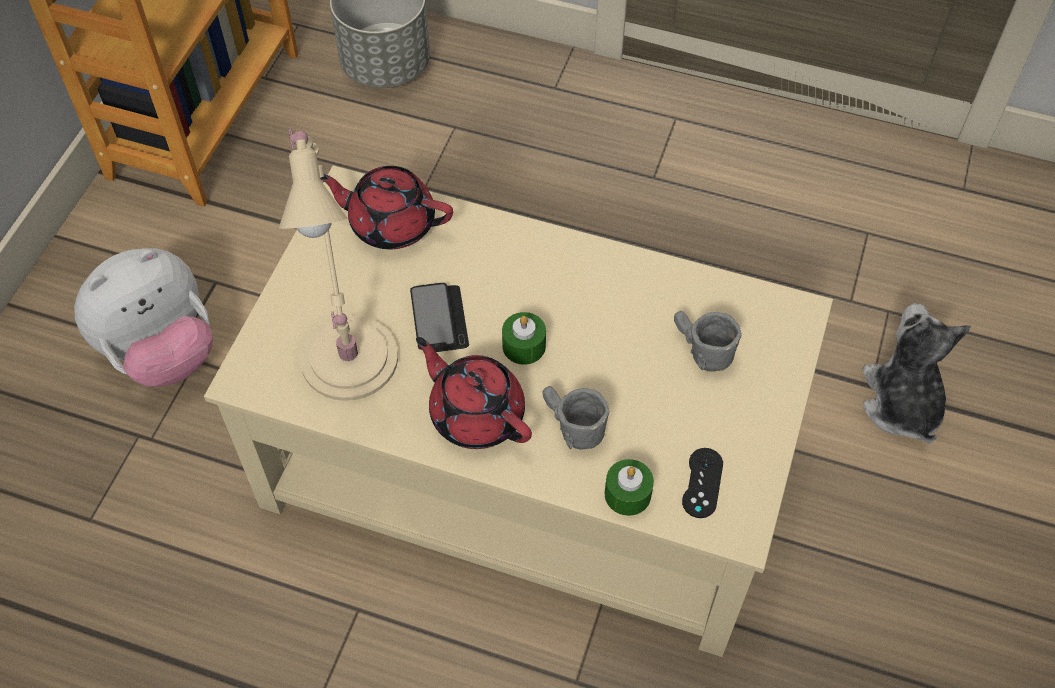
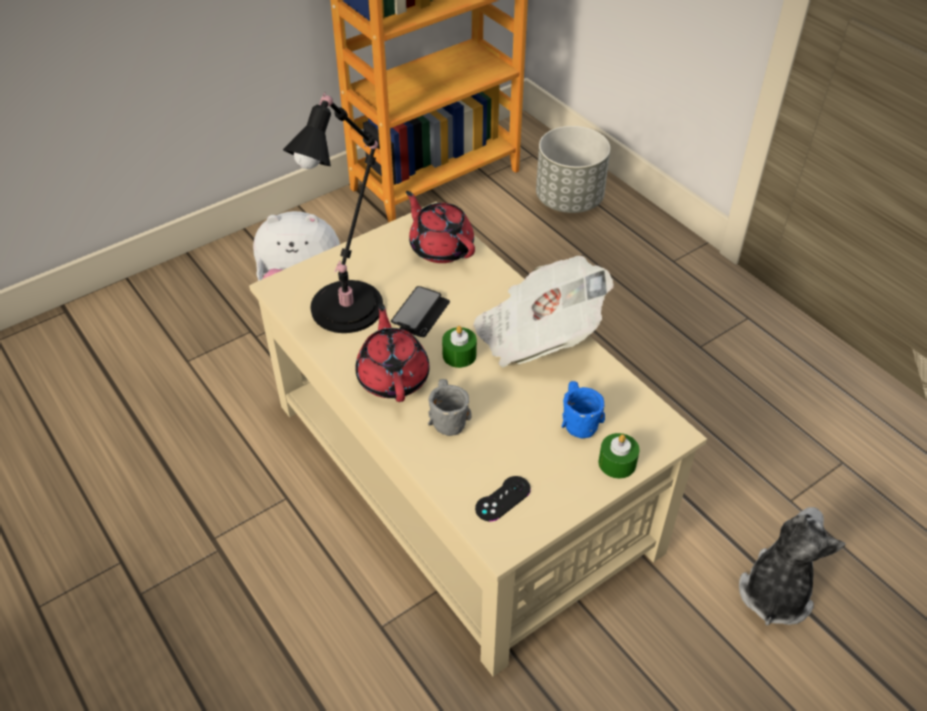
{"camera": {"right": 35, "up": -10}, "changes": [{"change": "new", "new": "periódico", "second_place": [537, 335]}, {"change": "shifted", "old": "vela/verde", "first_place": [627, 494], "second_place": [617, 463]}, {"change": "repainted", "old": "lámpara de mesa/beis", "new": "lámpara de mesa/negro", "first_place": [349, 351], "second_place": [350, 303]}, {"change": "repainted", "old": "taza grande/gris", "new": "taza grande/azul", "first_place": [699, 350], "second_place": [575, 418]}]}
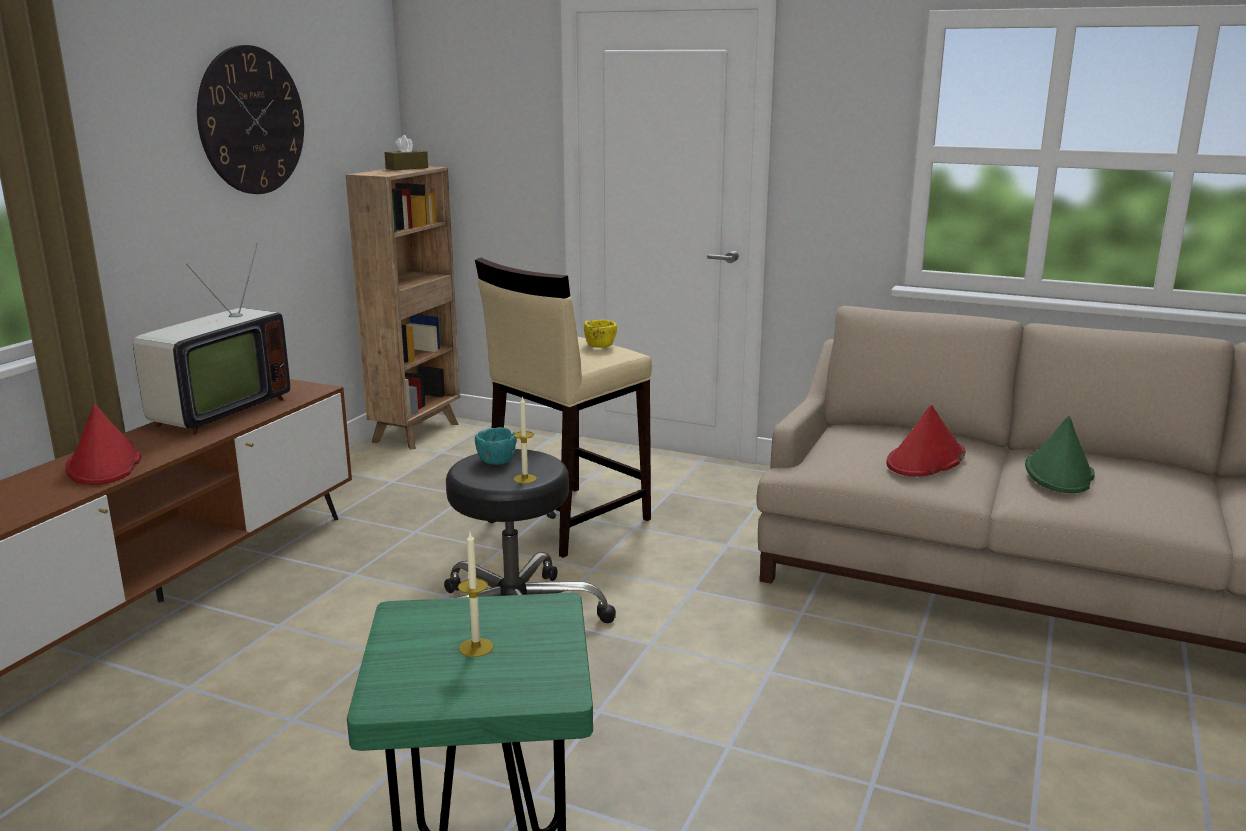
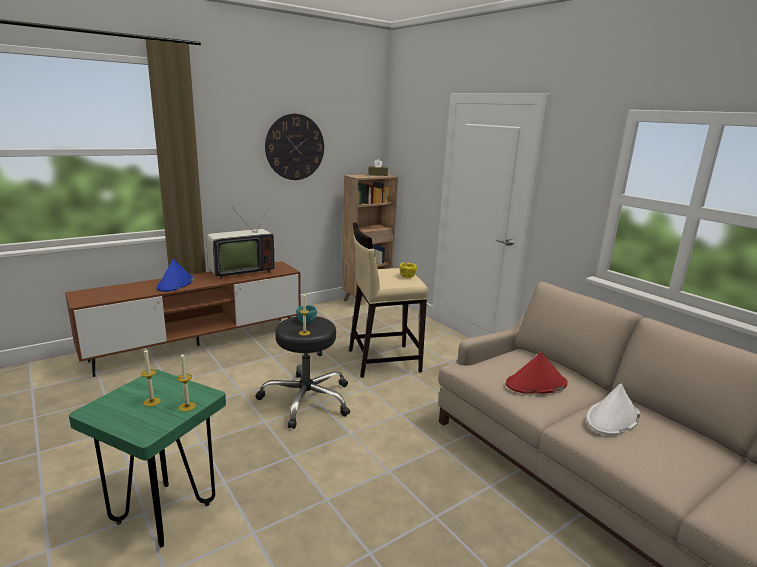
{"camera": {"right": 30, "up": 0}, "changes": [{"change": "new", "new": "vela", "second_place": [187, 406]}, {"change": "repainted", "old": "sombrero/rojo", "new": "sombrero/azul", "first_place": [104, 464], "second_place": [175, 284]}, {"change": "repainted", "old": "sombrero/verde", "new": "sombrero/blanco", "first_place": [1059, 473], "second_place": [612, 418]}]}
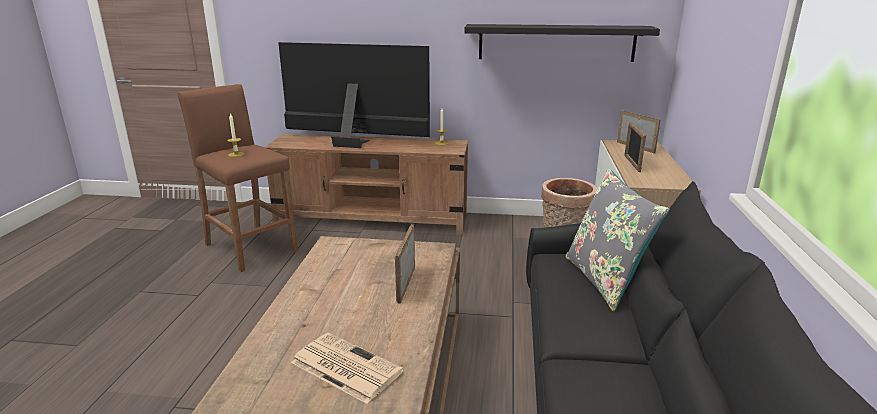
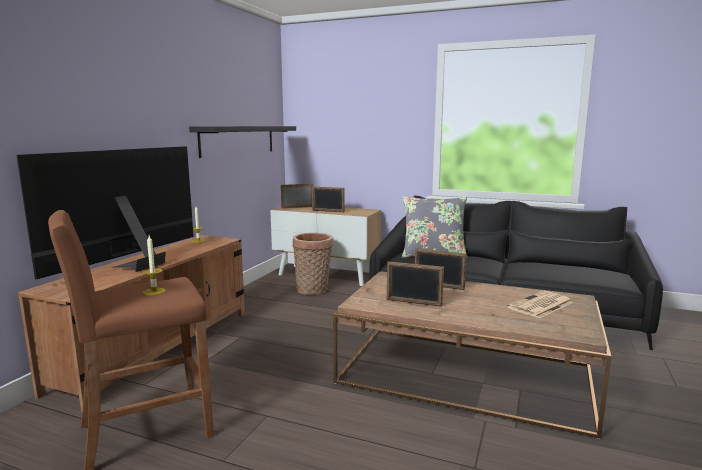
{"camera": {"right": -75, "up": -10}, "changes": [{"change": "new", "new": "portarretratos", "second_place": [413, 303]}]}
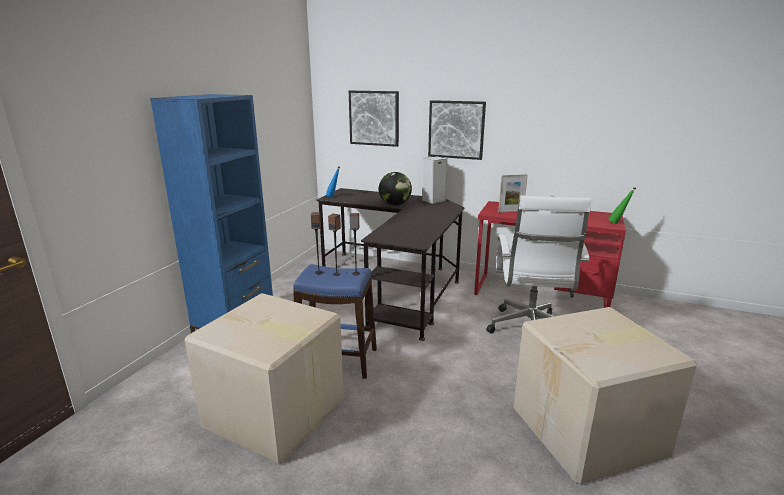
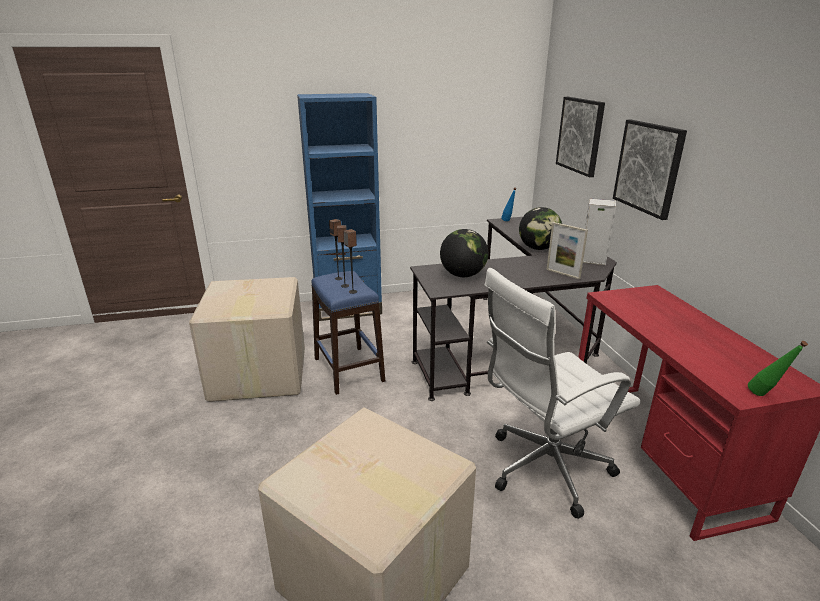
{"camera": {"right": 55, "up": 5}, "changes": [{"change": "new", "new": "globo terráqueo", "second_place": [462, 275]}, {"change": "shifted", "old": "portarretratos", "first_place": [511, 211], "second_place": [563, 274]}]}
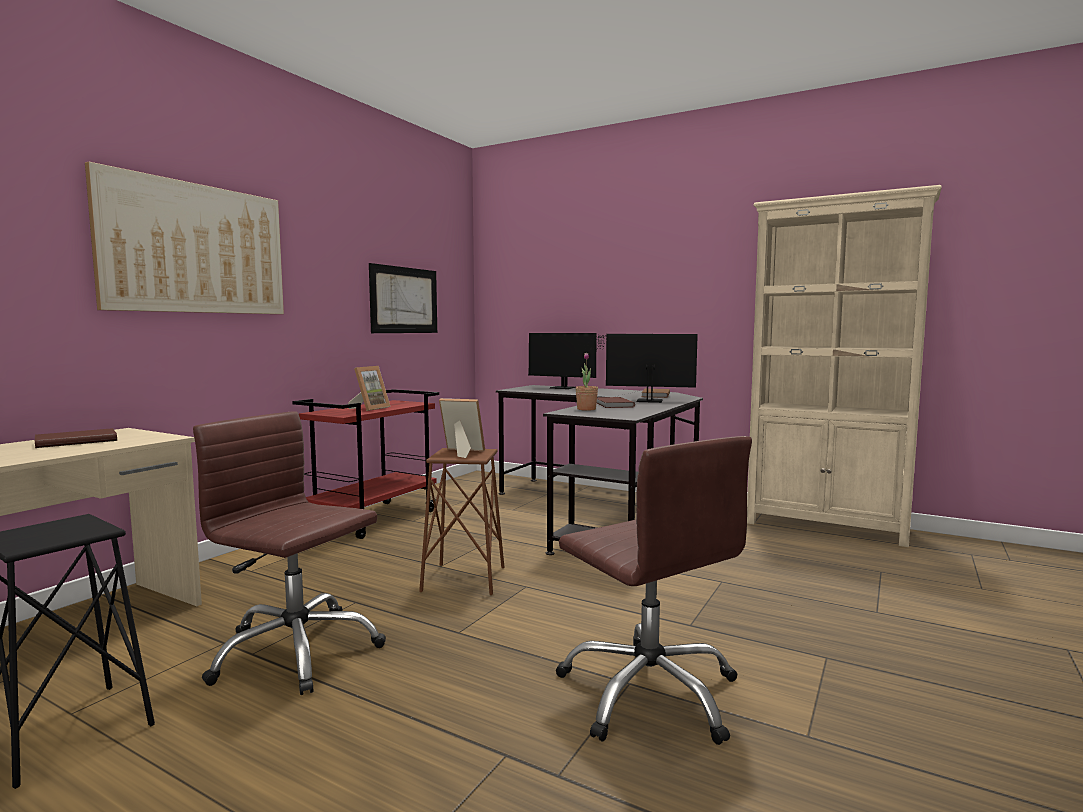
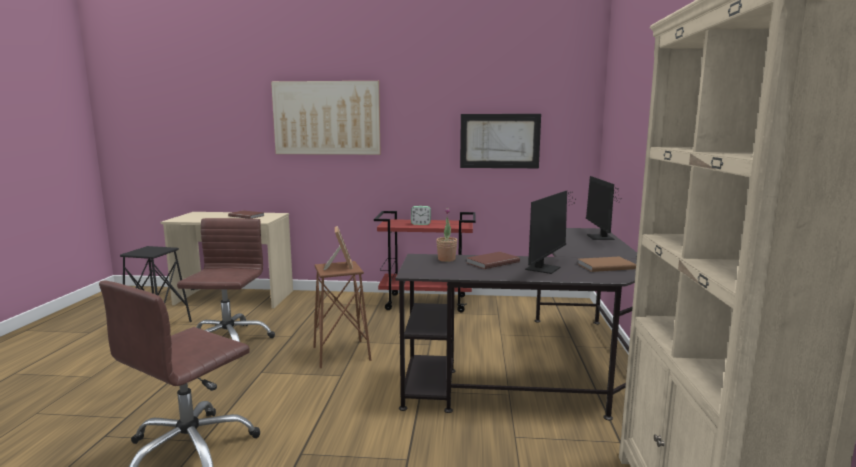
{"camera": {"right": 65, "up": 5}, "changes": [{"change": "swapped", "old": "portarretratos", "new": "despertador", "first_place": [369, 408], "second_place": [420, 224]}, {"change": "rotated", "old": "monitor", "first_place": [645, 400], "second_place": [546, 267], "degrees": 45}]}
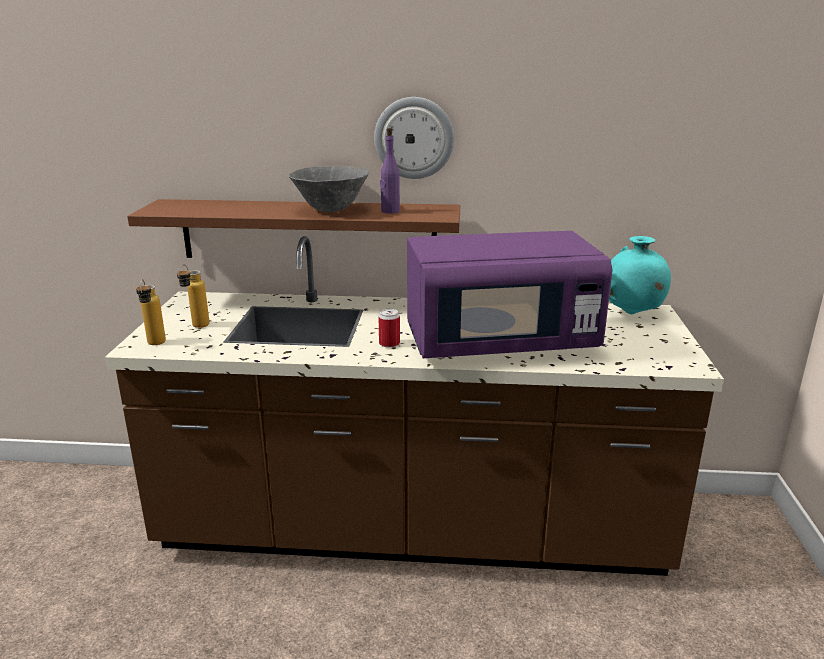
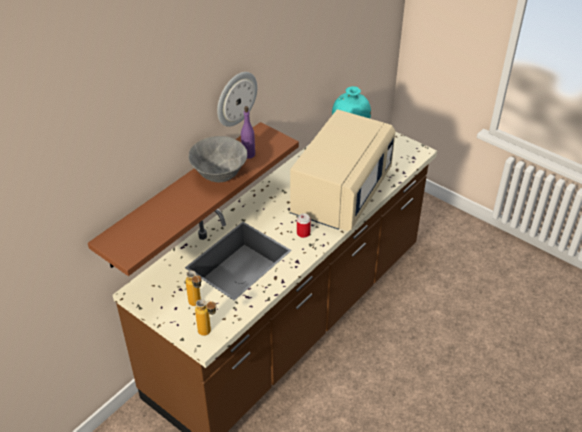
{"camera": {"right": -55, "up": 20}, "changes": [{"change": "repainted", "old": "microondas/morado", "new": "microondas/beis", "first_place": [499, 343], "second_place": [340, 194]}]}
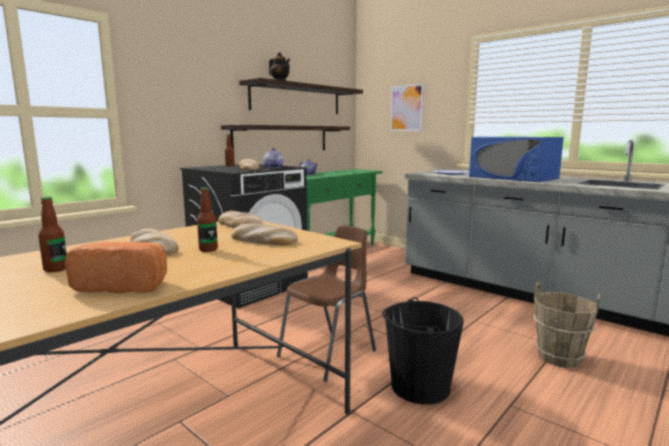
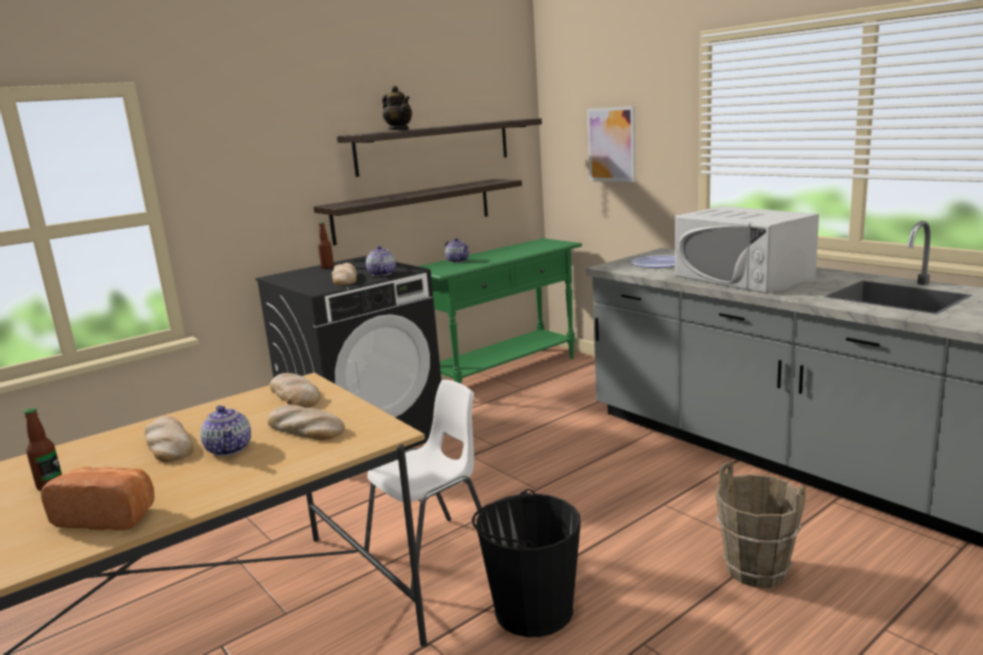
{"camera": {"right": 10, "up": 5}, "changes": [{"change": "swapped", "old": "botella", "new": "tetera", "first_place": [208, 249], "second_place": [229, 448]}, {"change": "repainted", "old": "silla/marrón", "new": "silla/blanco", "first_place": [329, 353], "second_place": [433, 554]}, {"change": "repainted", "old": "microondas/azul", "new": "microondas/blanco", "first_place": [513, 177], "second_place": [743, 277]}]}
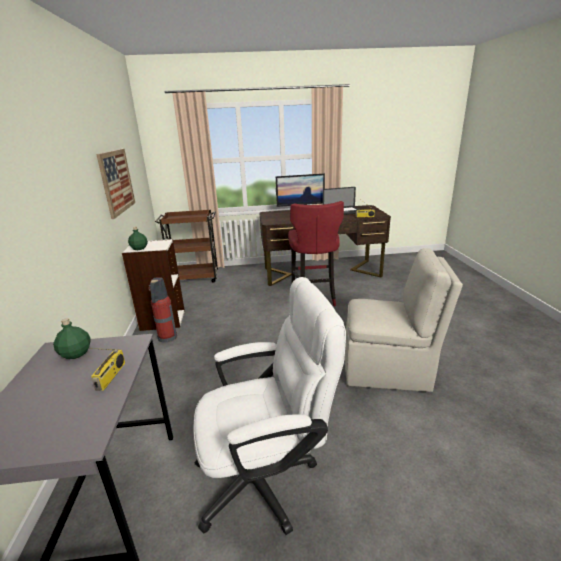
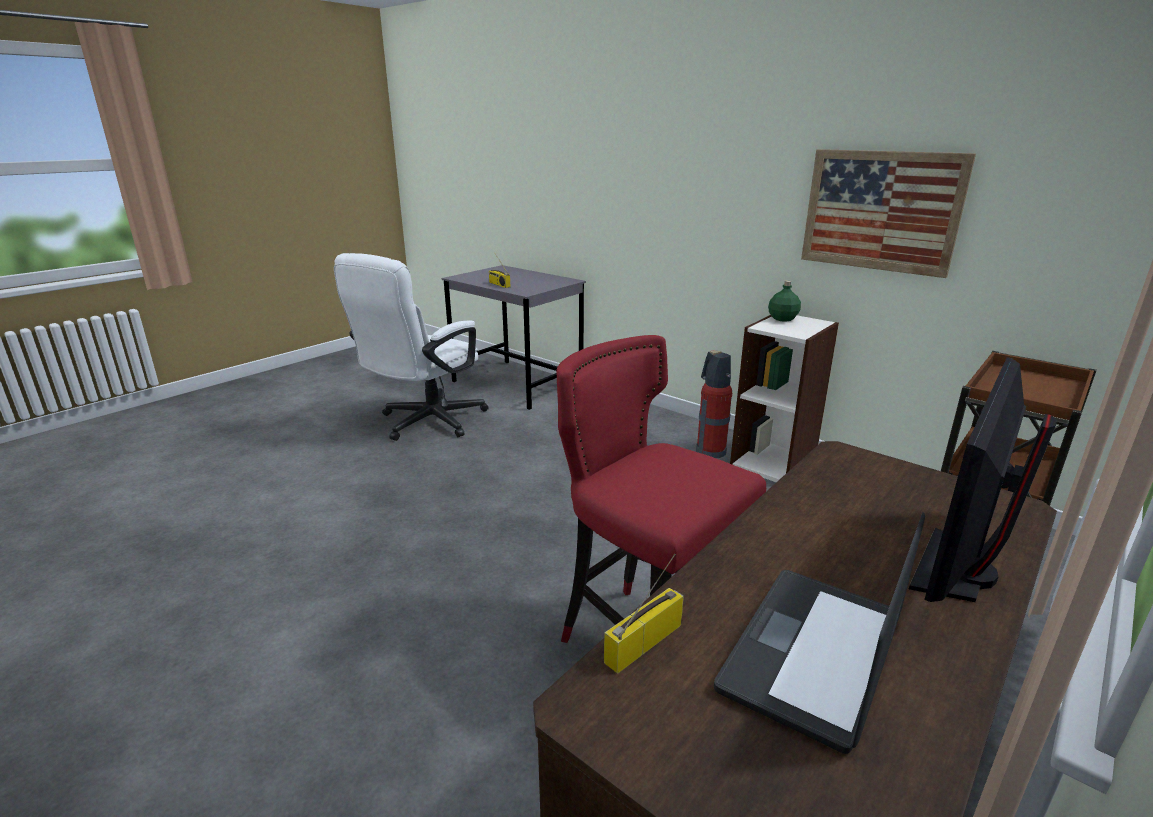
{"camera": {"right": 135, "up": 0}, "changes": [{"change": "gone", "old": "botella/verde", "first_place": [76, 353]}, {"change": "gone", "old": "silla/beis", "first_place": [388, 370]}]}
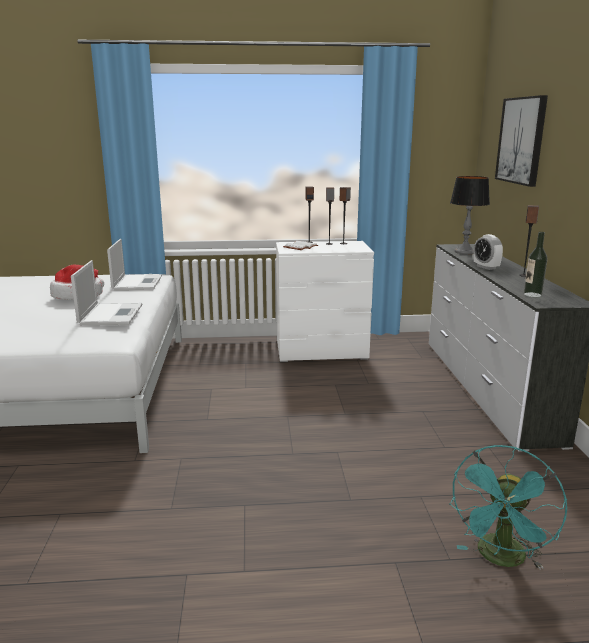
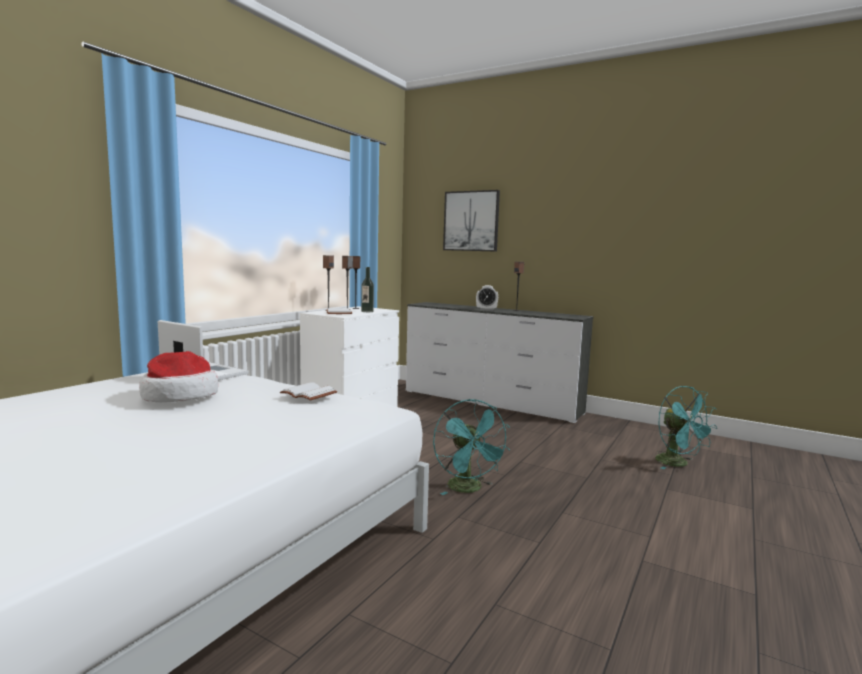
{"camera": {"right": -55, "up": -10}, "changes": [{"change": "gone", "old": "lámpara de mesa", "first_place": [464, 252]}, {"change": "new", "new": "ventilador/turquesa", "second_place": [469, 489]}, {"change": "shifted", "old": "botella", "first_place": [532, 295], "second_place": [367, 311]}, {"change": "swapped", "old": "portátil", "new": "libro/blanco", "first_place": [111, 314], "second_place": [307, 394]}]}
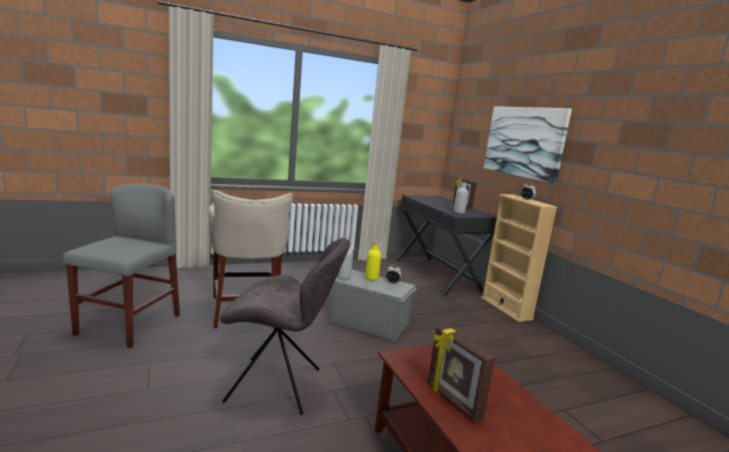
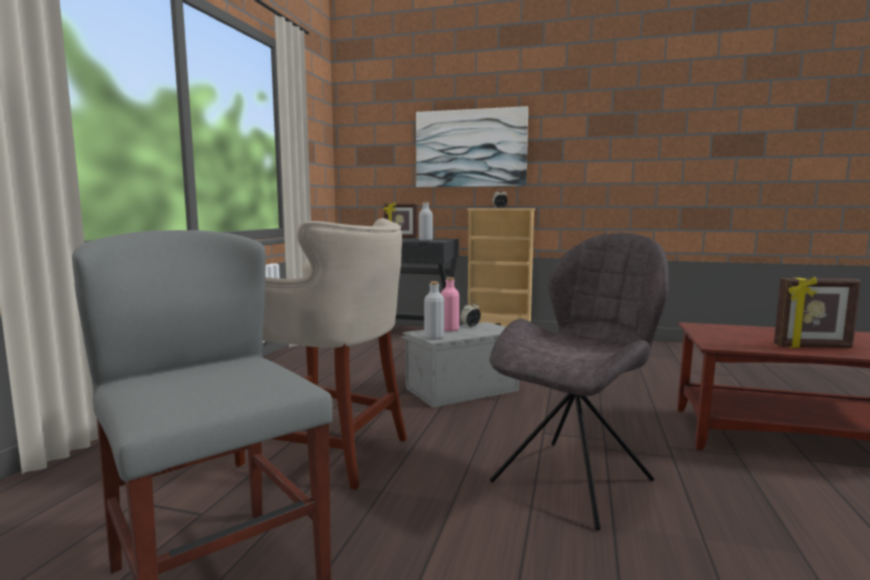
{"camera": {"right": -50, "up": -5}, "changes": [{"change": "repainted", "old": "botella/amarillo", "new": "botella/rosa", "first_place": [371, 278], "second_place": [449, 329]}]}
